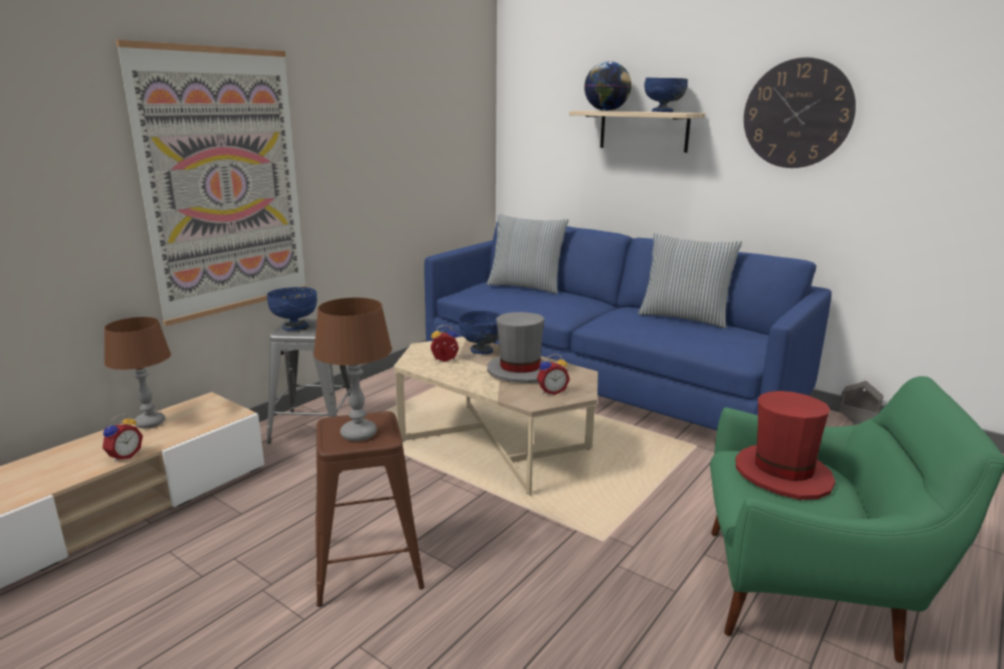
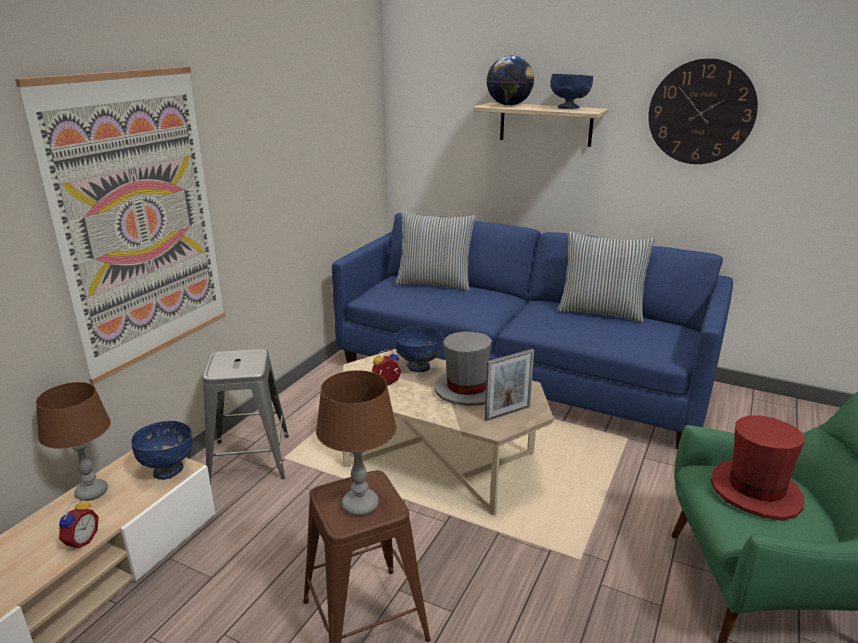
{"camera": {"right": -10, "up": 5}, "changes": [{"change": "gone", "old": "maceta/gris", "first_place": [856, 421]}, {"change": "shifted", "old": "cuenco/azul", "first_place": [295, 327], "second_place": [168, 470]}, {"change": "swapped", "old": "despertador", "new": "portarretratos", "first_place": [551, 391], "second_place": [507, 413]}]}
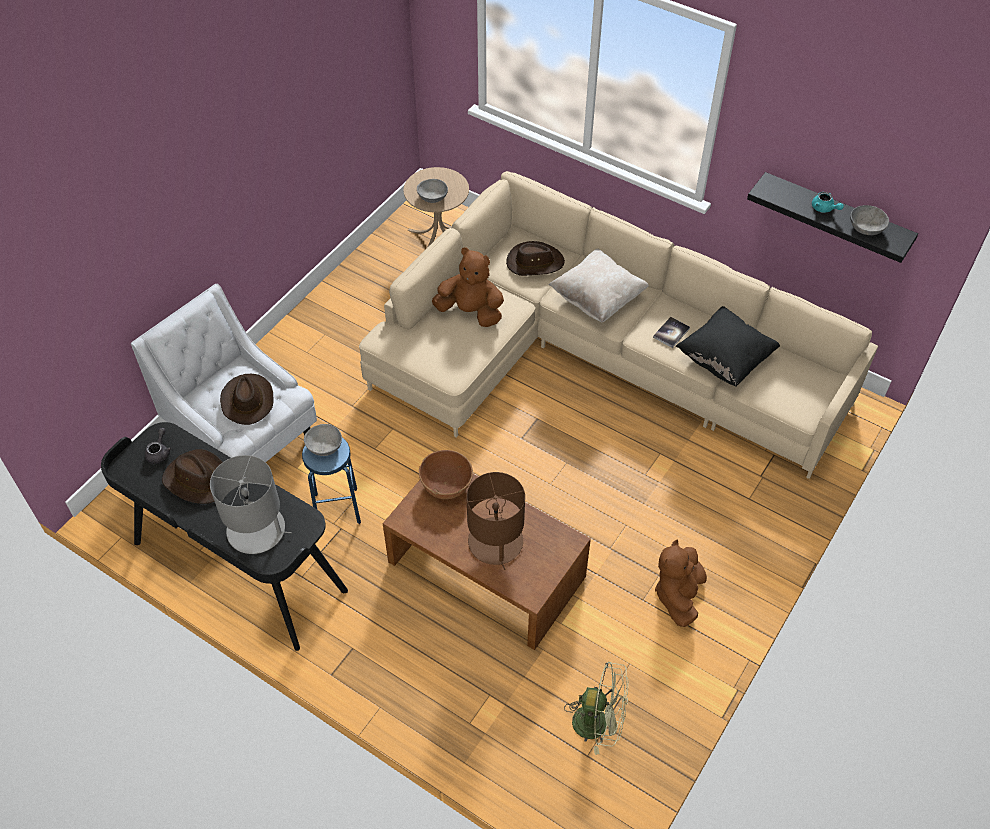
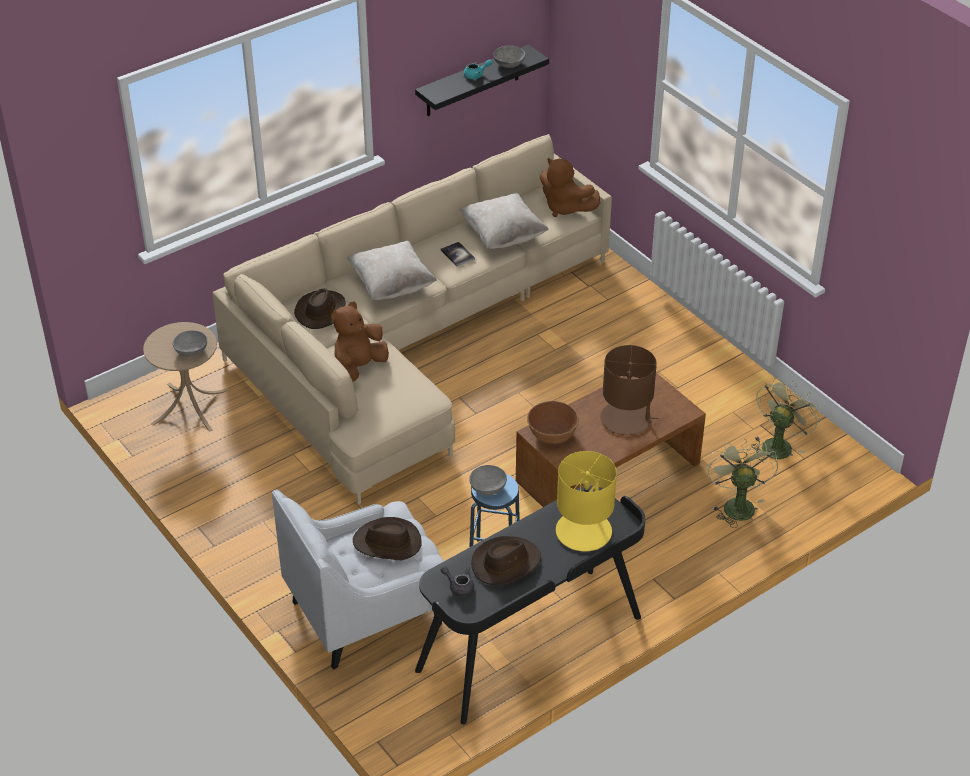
{"camera": {"right": -70, "up": -10}, "changes": [{"change": "new", "new": "ventilador/verde", "second_place": [736, 504]}, {"change": "shifted", "old": "peluche/marrón", "first_place": [678, 595], "second_place": [565, 207]}, {"change": "repainted", "old": "lámpara de mesa/gris", "new": "lámpara de mesa/amarillo", "first_place": [257, 530], "second_place": [584, 531]}, {"change": "repainted", "old": "cojín/negro", "new": "cojín/beis", "first_place": [724, 359], "second_place": [503, 236]}]}
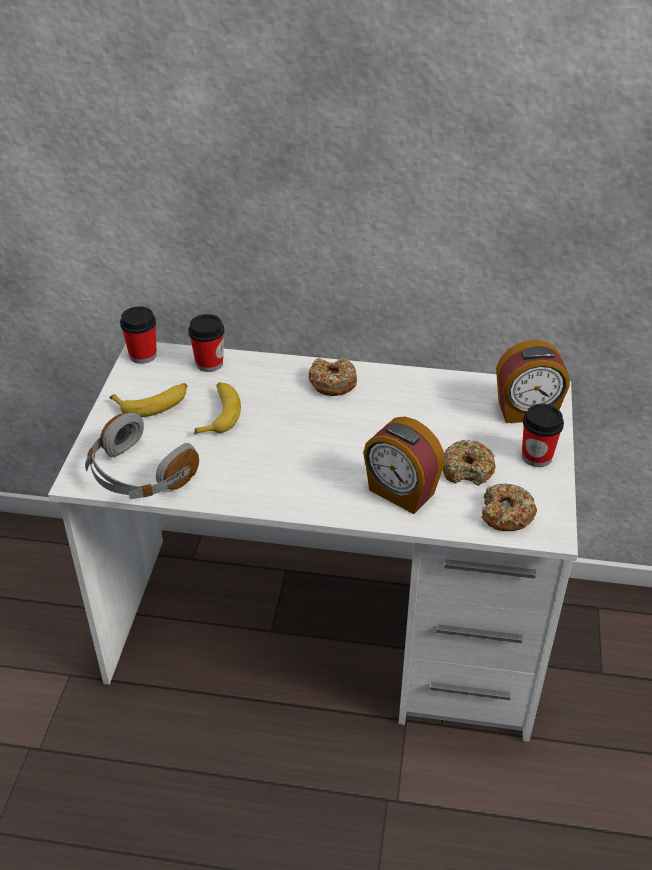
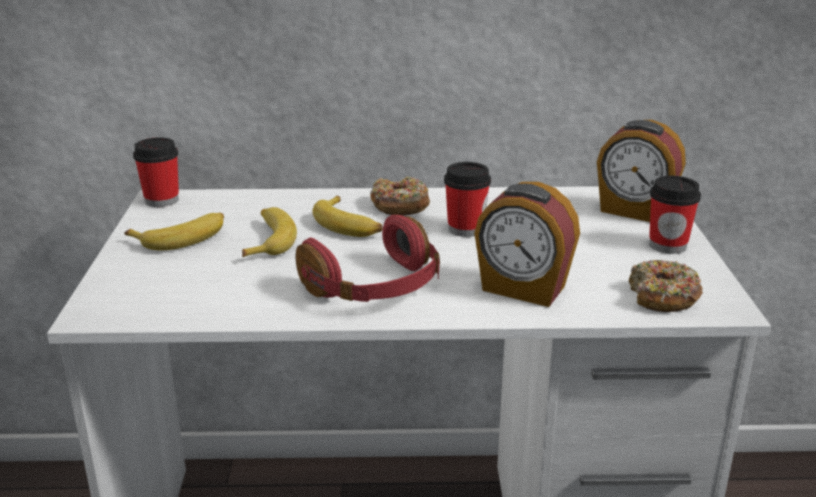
{"camera": {"right": -10, "up": -15}, "changes": [{"change": "gone", "old": "auriculares/gris", "first_place": [139, 475]}, {"change": "gone", "old": "rosquilla", "first_place": [467, 470]}, {"change": "new", "new": "auriculares/rojo", "second_place": [376, 288]}, {"change": "new", "new": "plátano", "second_place": [349, 225]}, {"change": "shifted", "old": "taza", "first_place": [209, 363], "second_place": [465, 229]}, {"change": "rotated", "old": "despertador", "first_place": [526, 412], "second_place": [634, 211], "degrees": 45}]}
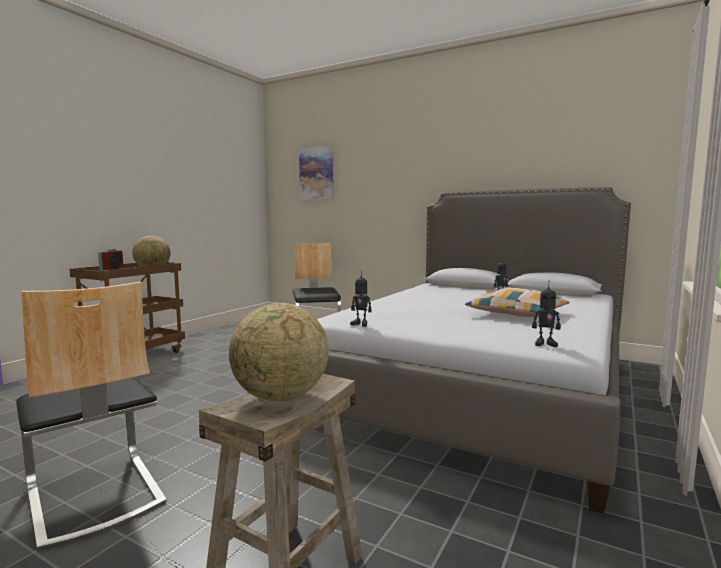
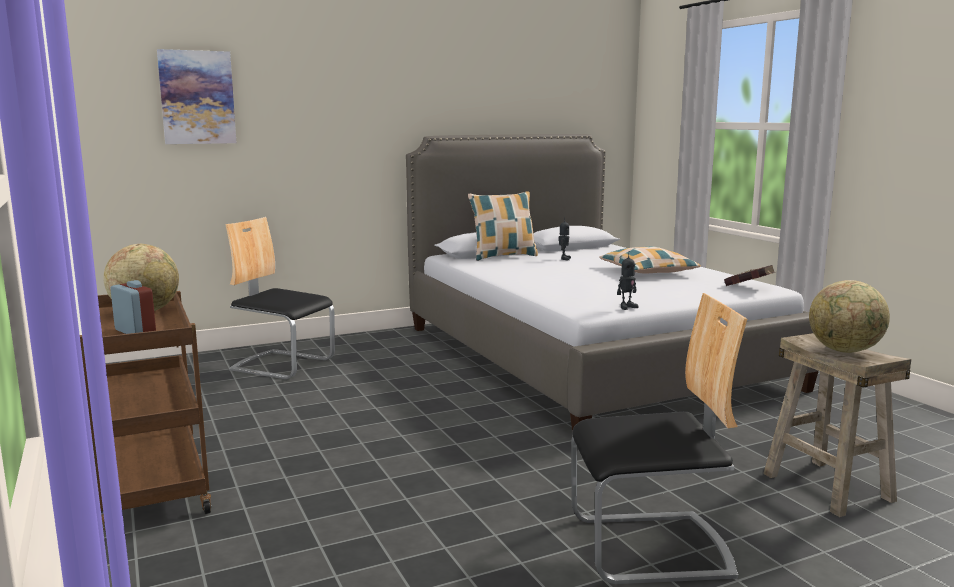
{"camera": {"right": -55, "up": 5}, "changes": [{"change": "new", "new": "cojín", "second_place": [503, 256]}, {"change": "swapped", "old": "robot de juguete", "new": "libro/rojo", "first_place": [545, 344], "second_place": [750, 288]}]}
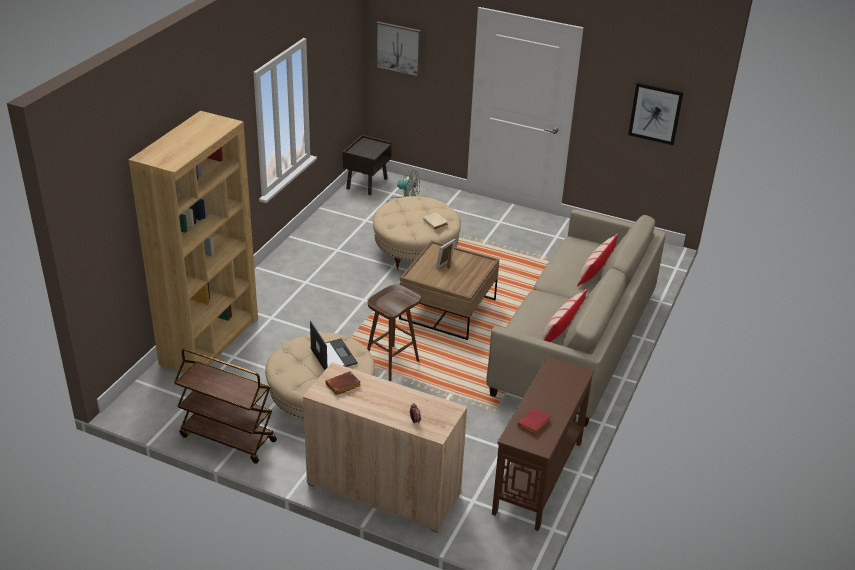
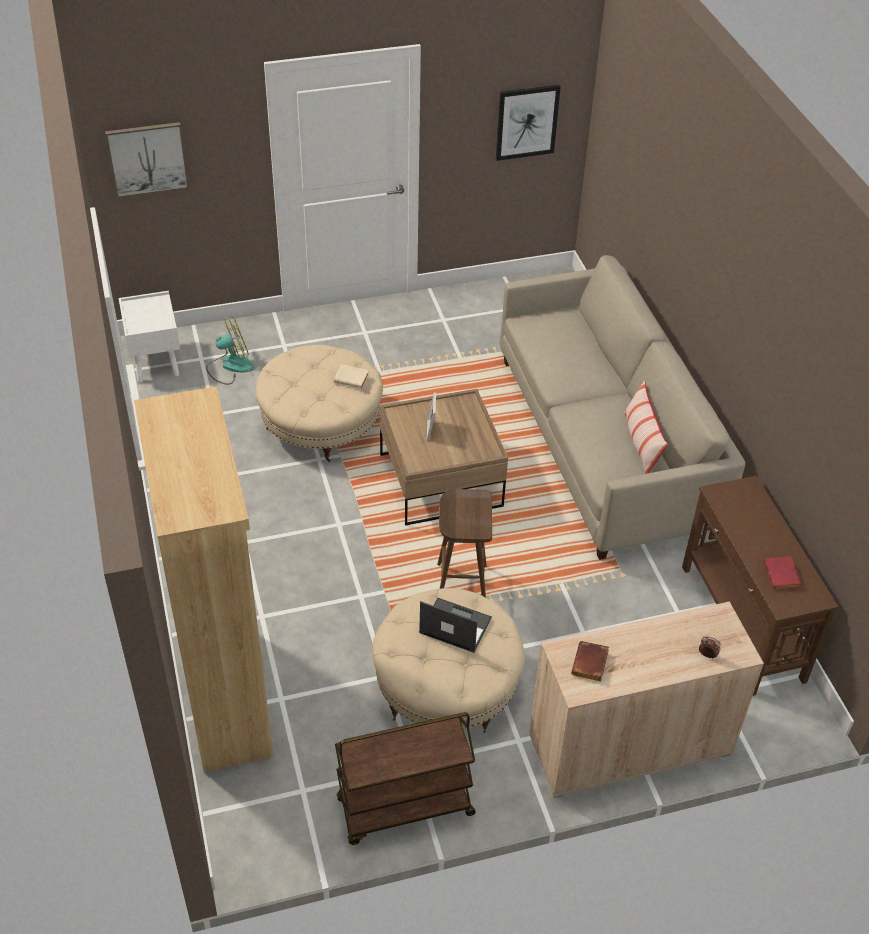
{"camera": {"right": -40, "up": 10}, "changes": [{"change": "gone", "old": "cojín", "first_place": [595, 272]}, {"change": "repainted", "old": "mesita de noche/marrón", "new": "mesita de noche/blanco", "first_place": [367, 183], "second_place": [155, 361]}]}
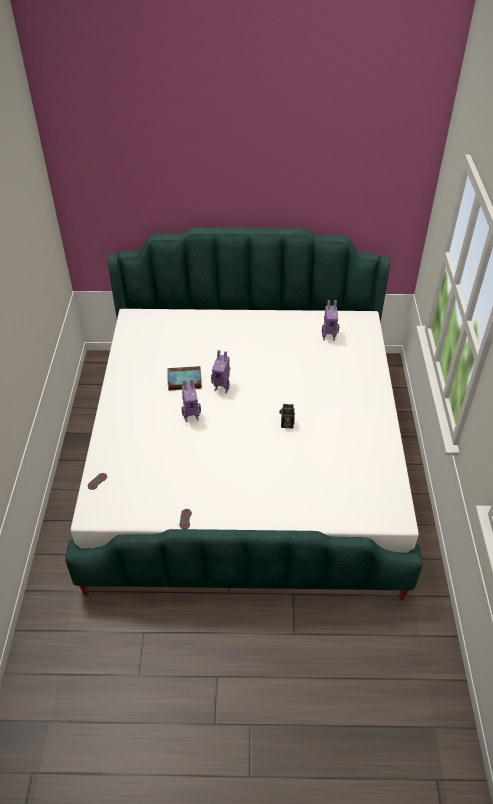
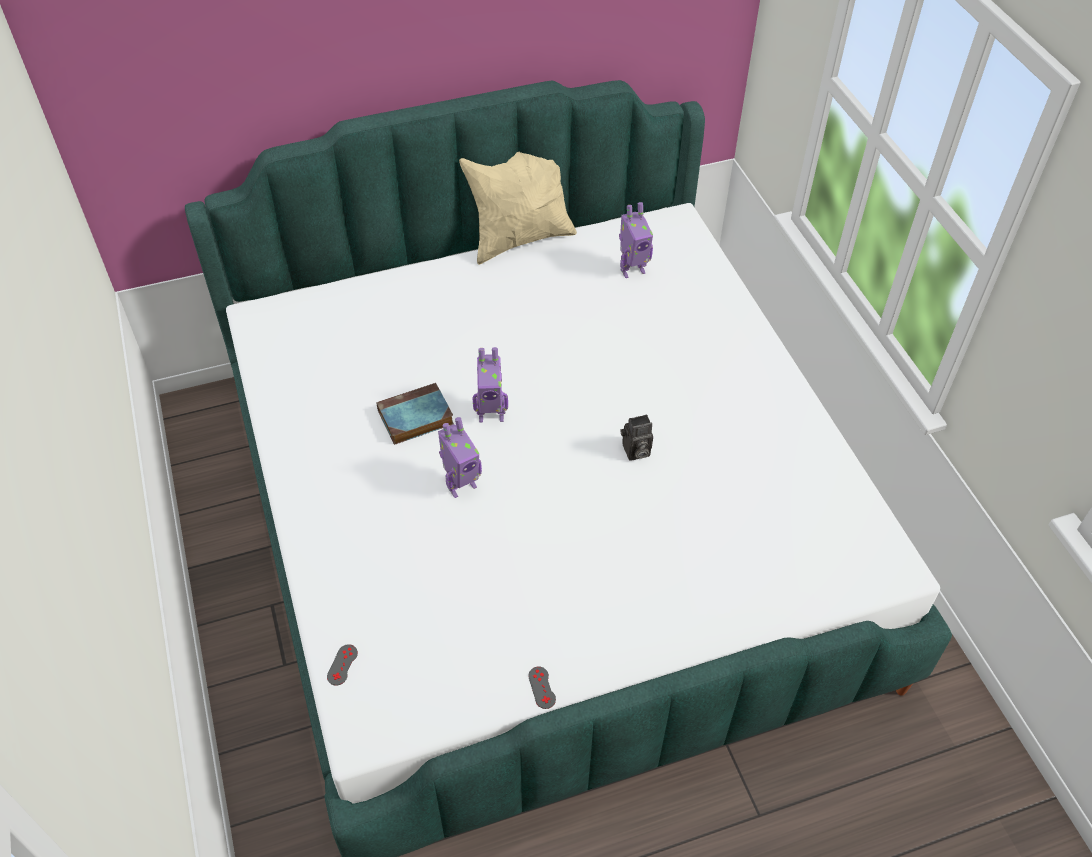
{"camera": {"right": -20, "up": 5}, "changes": [{"change": "new", "new": "cojín/beis", "second_place": [520, 238]}]}
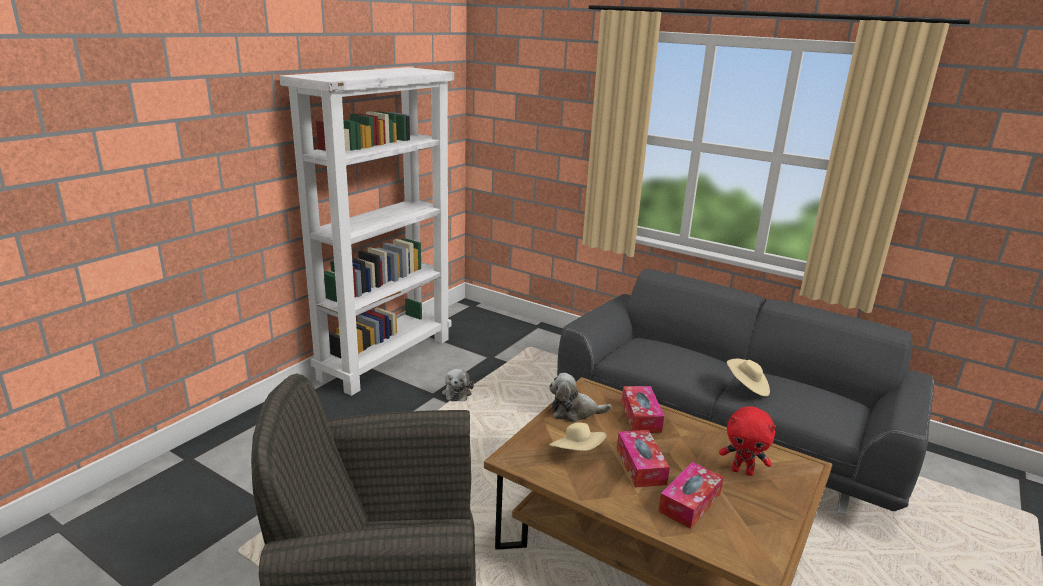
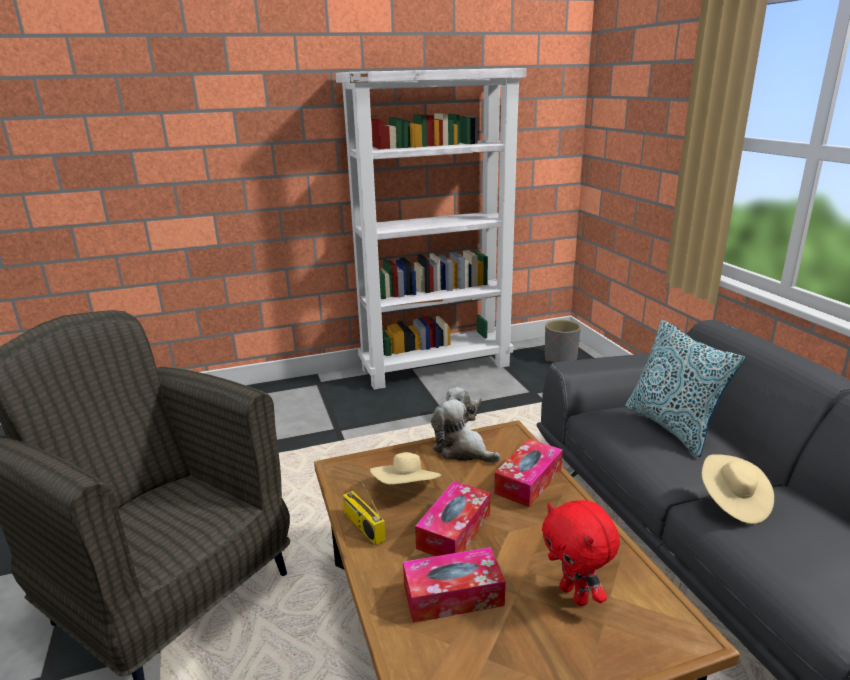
{"camera": {"right": 40, "up": 0}, "changes": [{"change": "new", "new": "radio", "second_place": [362, 526]}, {"change": "new", "new": "maceta/gris", "second_place": [560, 358]}, {"change": "new", "new": "cojín", "second_place": [672, 427]}]}
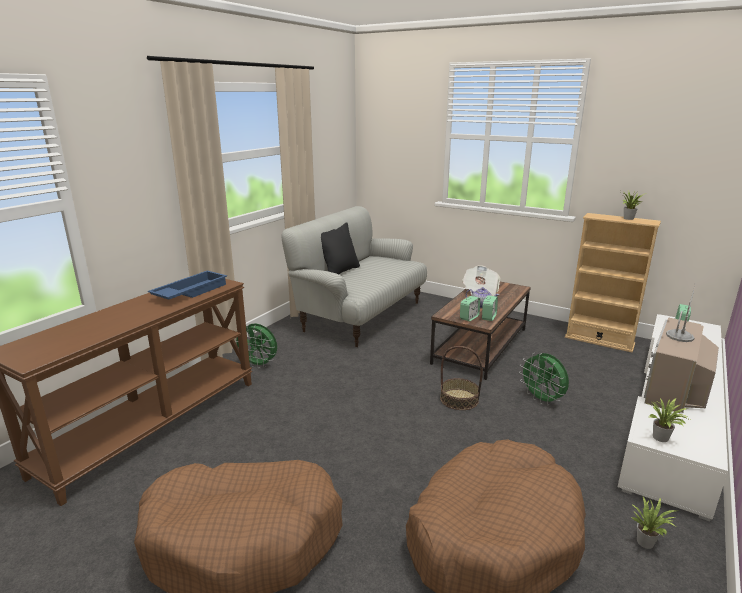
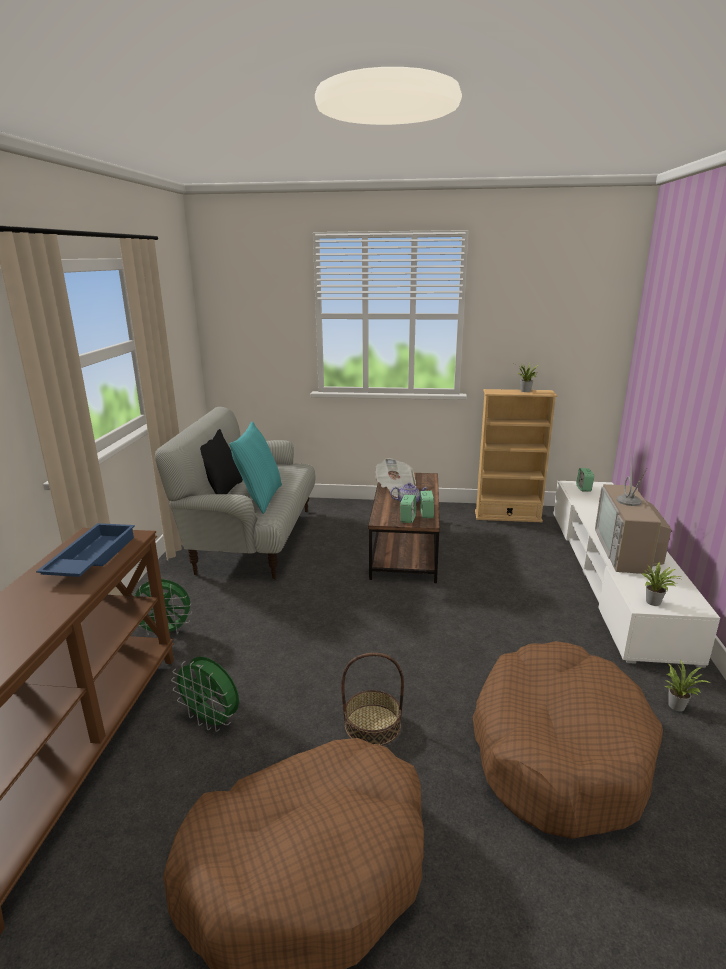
{"camera": {"right": -25, "up": 0}, "changes": [{"change": "new", "new": "cojín/turquesa", "second_place": [260, 498]}, {"change": "shifted", "old": "cesta", "first_place": [459, 399], "second_place": [372, 725]}, {"change": "shifted", "old": "ventilador/verde", "first_place": [542, 400], "second_place": [212, 721]}]}
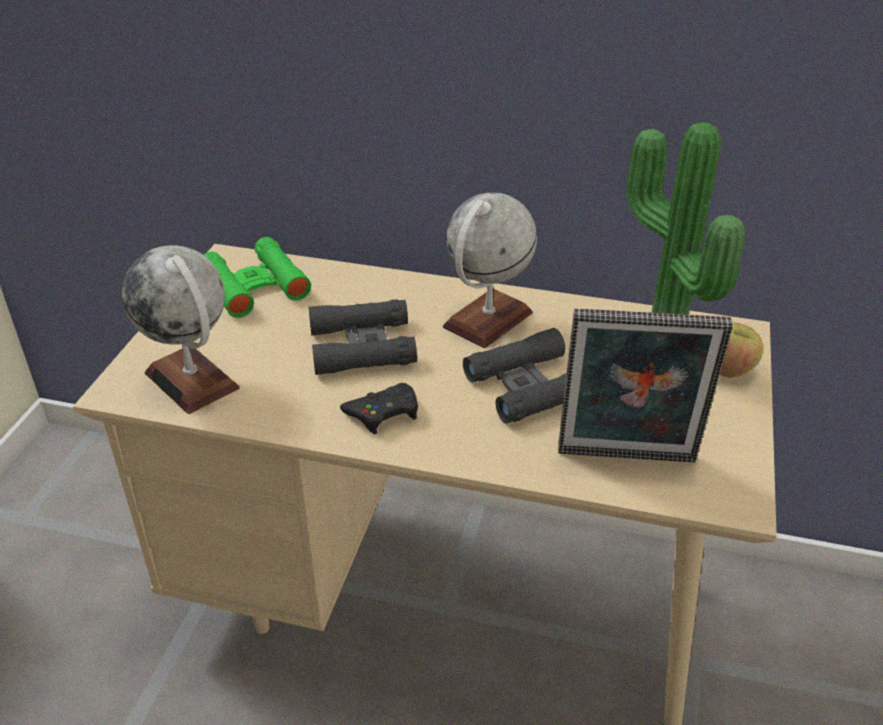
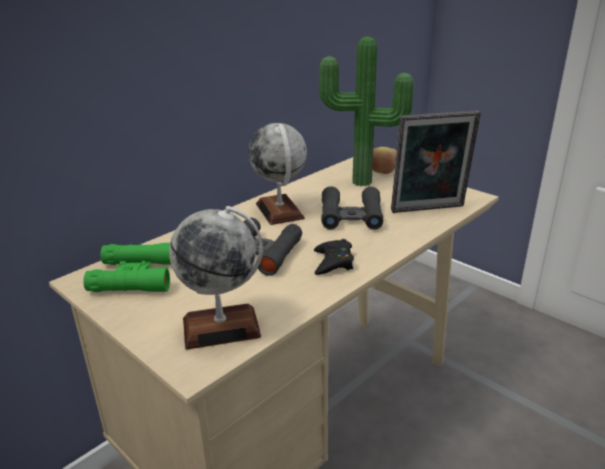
{"camera": {"right": -60, "up": -10}, "changes": [{"change": "rotated", "old": "portarretratos", "first_place": [626, 460], "second_place": [429, 210], "degrees": 45}]}
